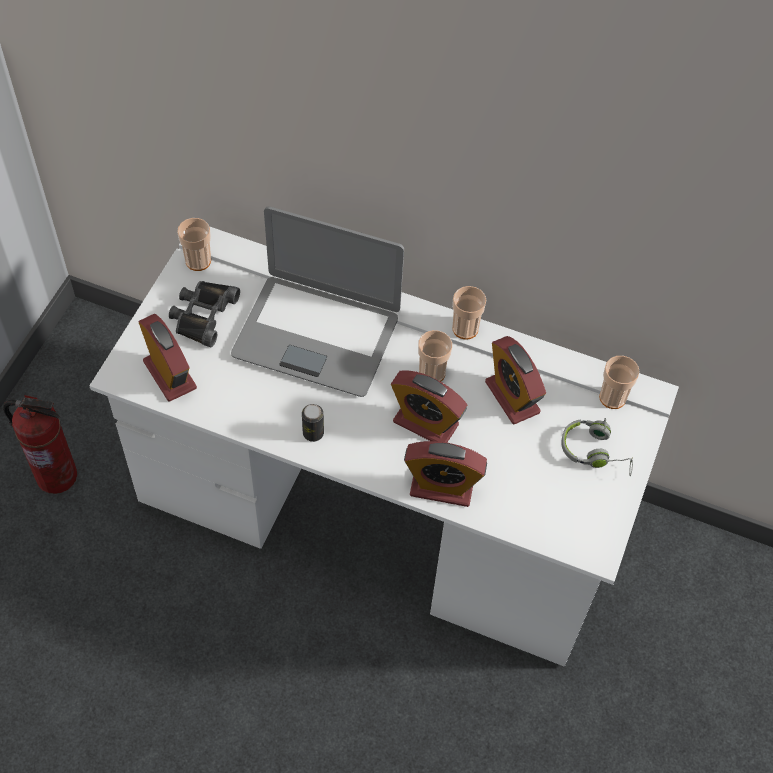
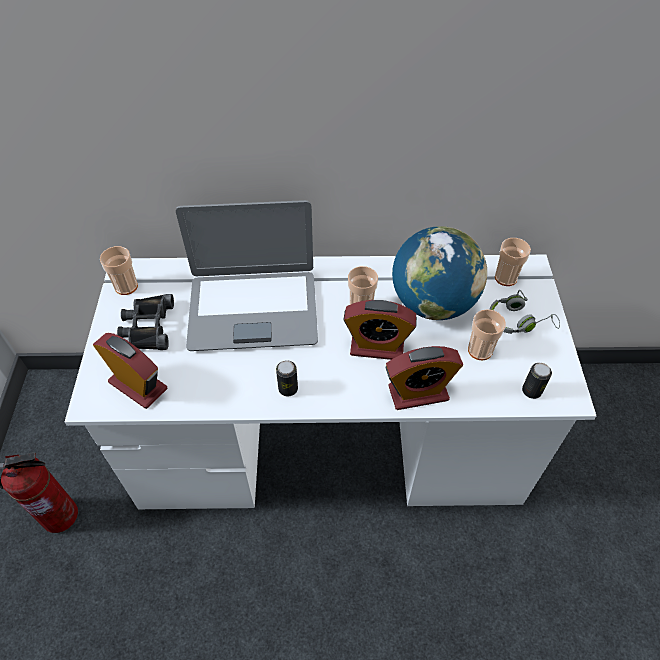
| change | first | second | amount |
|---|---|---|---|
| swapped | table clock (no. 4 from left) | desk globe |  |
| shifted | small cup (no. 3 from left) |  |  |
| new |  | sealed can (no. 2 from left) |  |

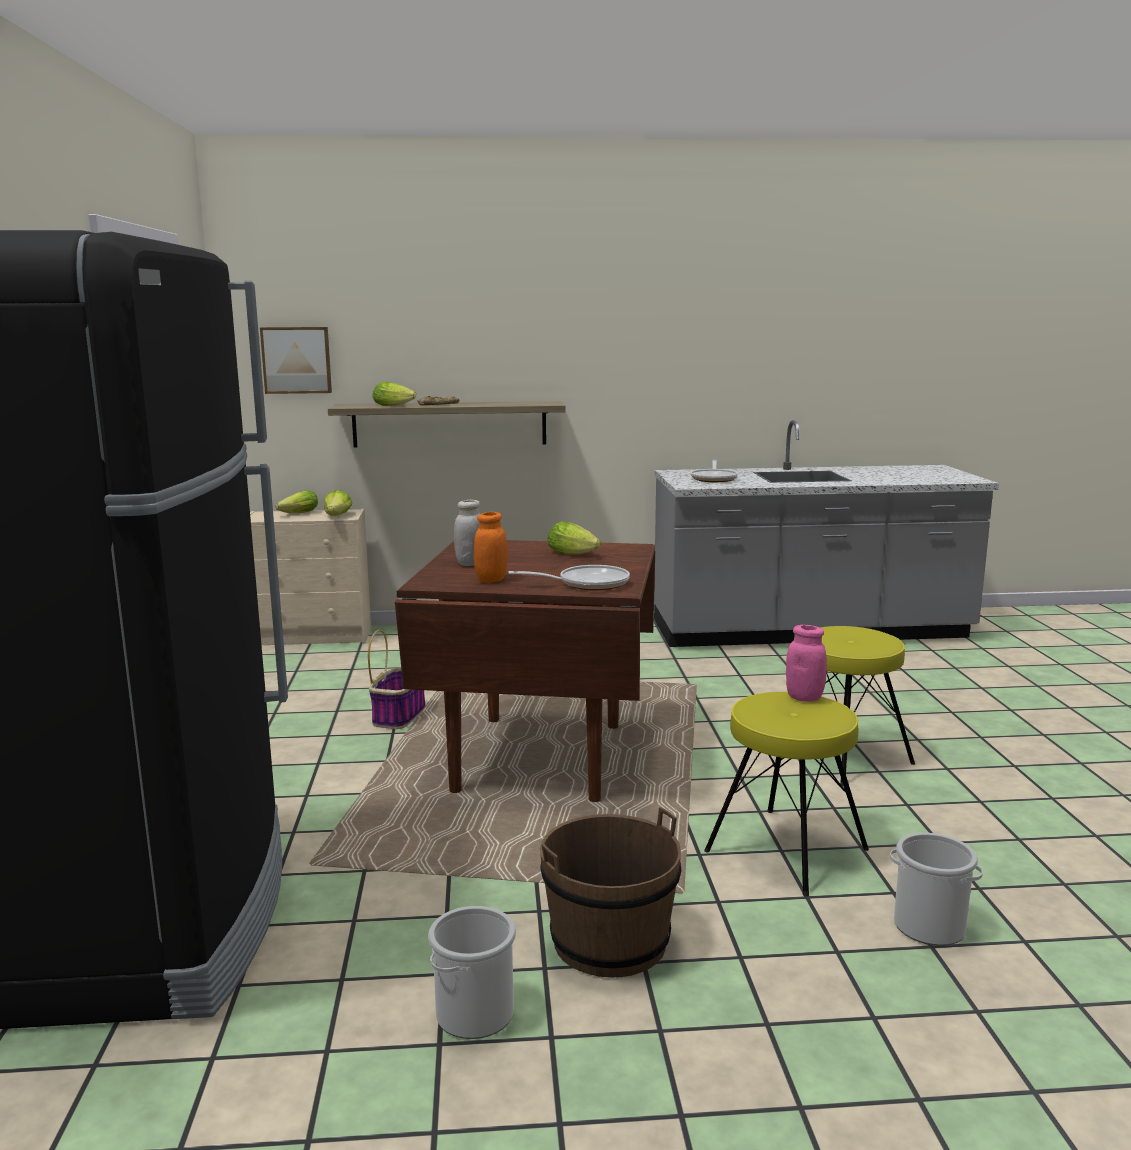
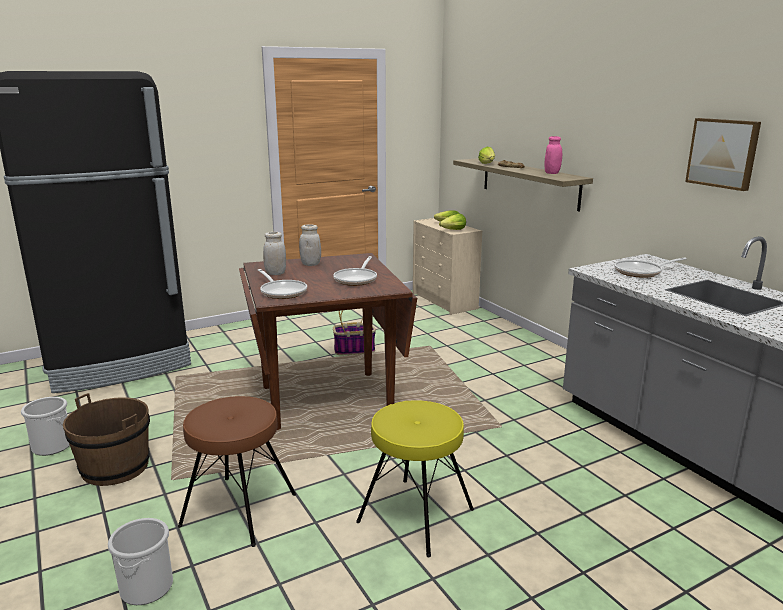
| change | first | second | amount |
|---|---|---|---|
| repainted | sitting stool in yellow (no. 1 from left) | sitting stool in brown-coloured |  |
| repainted | preserve jar in orange-coloured | preserve jar in white-coloured (no. 1 from left) |  |
| swapped | lettuce head (no. 4 from left) | skillet (no. 2 from left) |  |
| shifted | preserve jar in pink-coloured |  |  |
| shifted | wall picture |  |  |

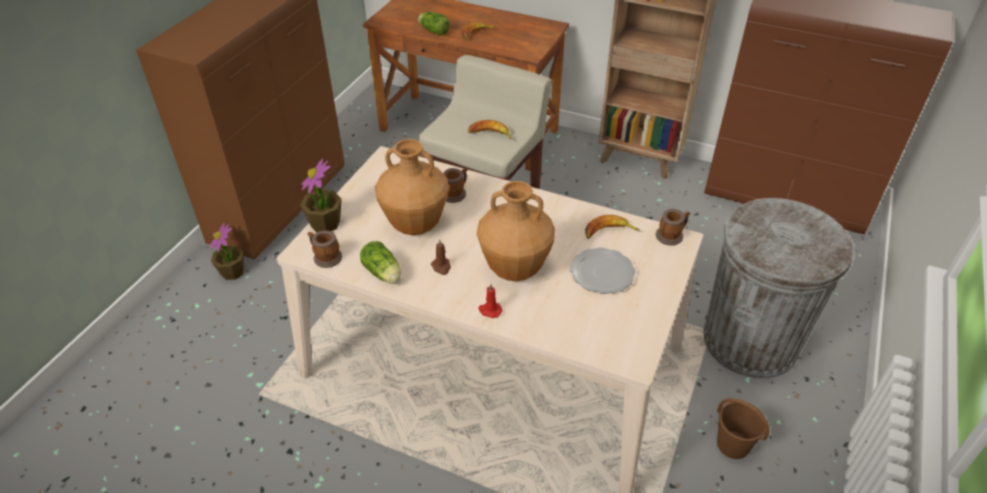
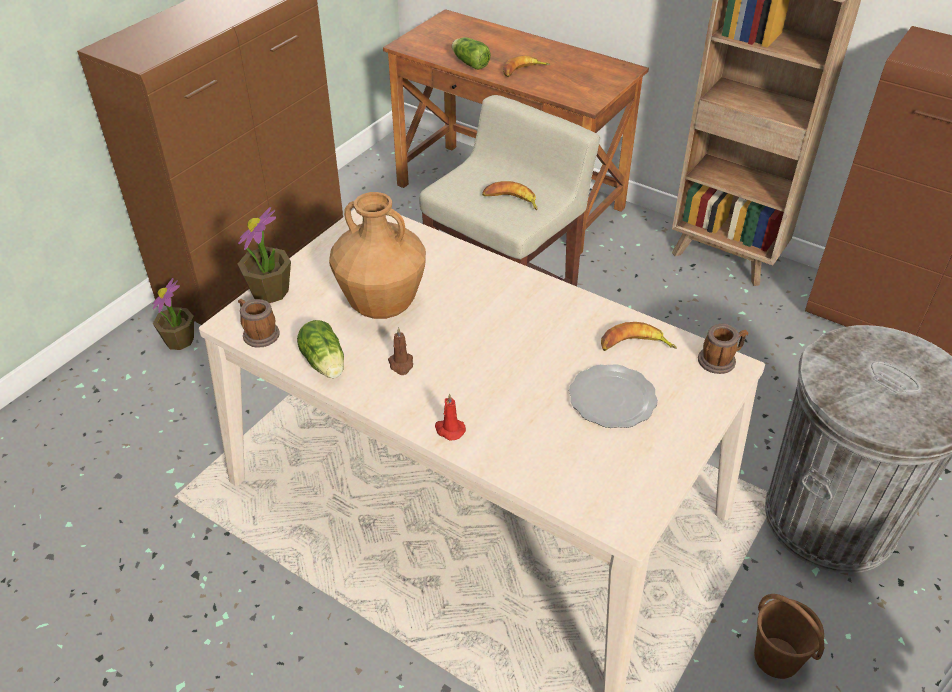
| change | first | second | amount |
|---|---|---|---|
| gone | mug (no. 2 from left) |  |  |
| gone | vase in brown-coloured (no. 2 from left) |  |  |

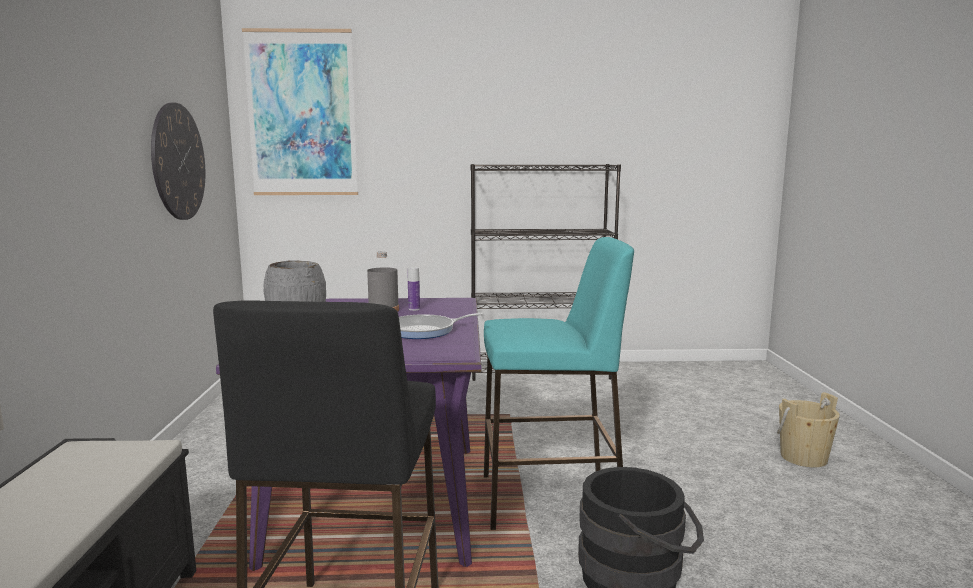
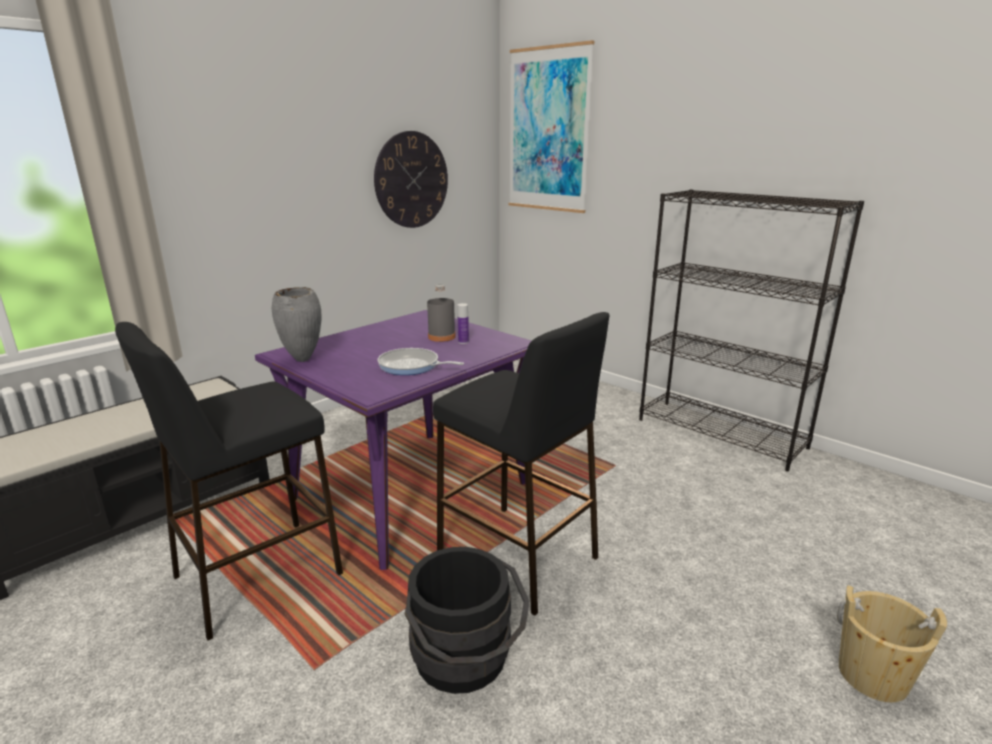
| change | first | second | amount |
|---|---|---|---|
| repainted | sitting stool in turquoise | sitting stool in blackish (no. 2 from left) |  |

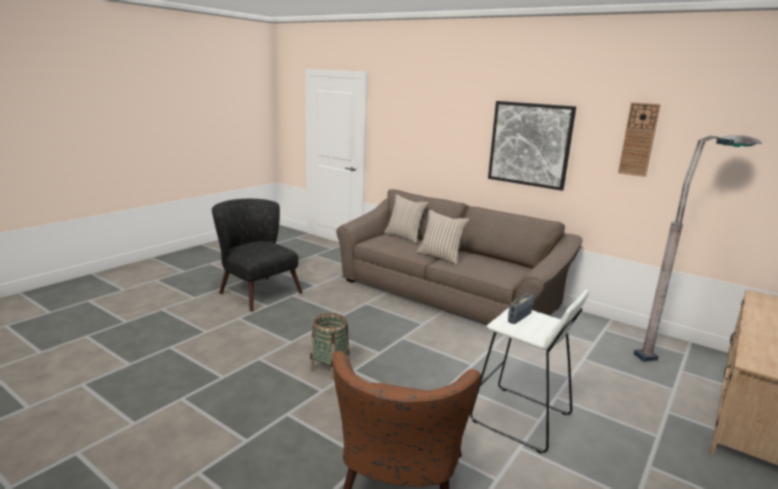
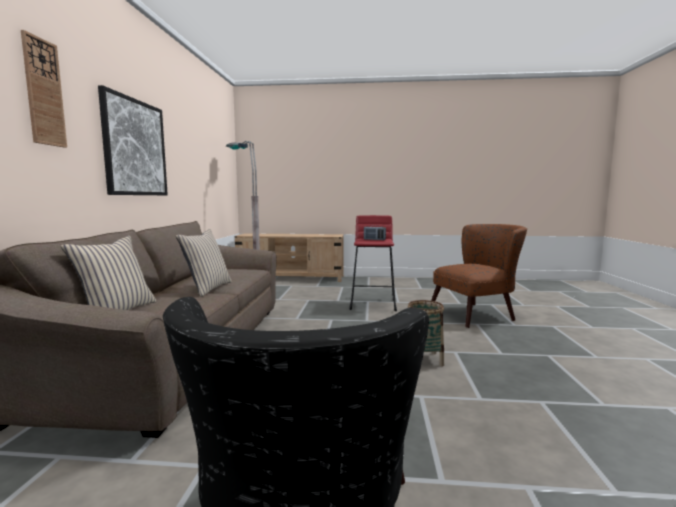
| change | first | second | amount |
|---|---|---|---|
| shifted | wall clock |  |  |
| repainted | sitting stool in white-coloured | sitting stool in reddish |  |

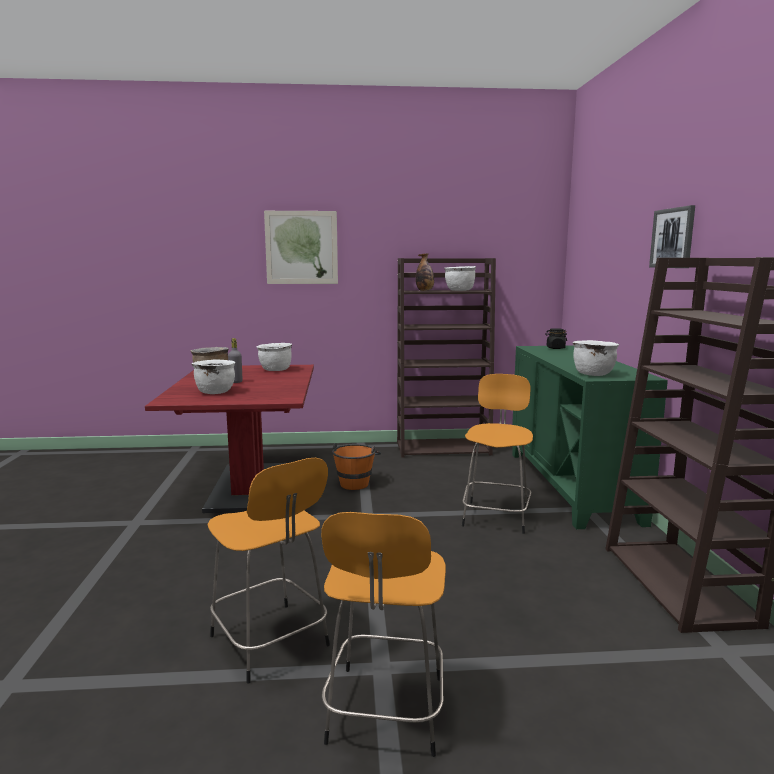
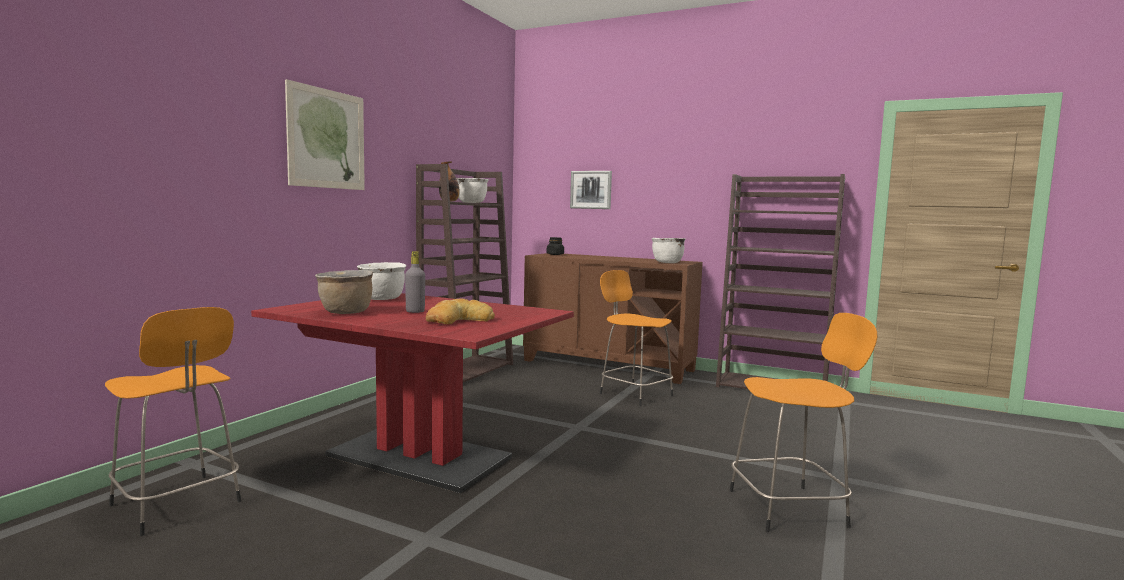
| change | first | second | amount |
|---|---|---|---|
| shifted | sitting stool in orange-coloured (no. 2 from left in the first image) | sitting stool in orange-coloured (no. 1 from left) |  |
| swapped | cooking pot in white-coloured (no. 1 from left) | baked bread |  |
| repainted | cabinet in green-coloured | cabinet in brown-coloured |  |
| shifted | wall picture (no. 2 from left) |  |  |
| gone | pail in orange-coloured |  |  |

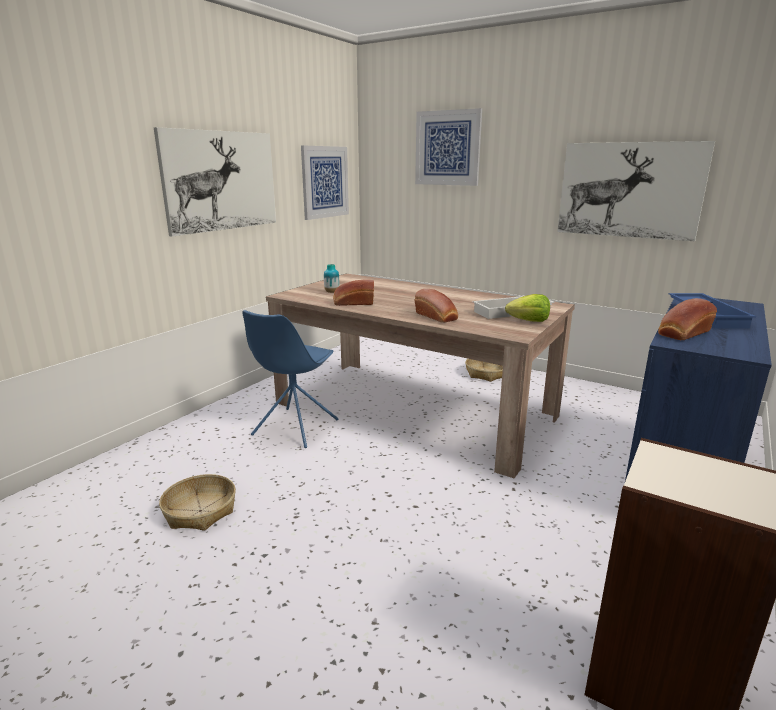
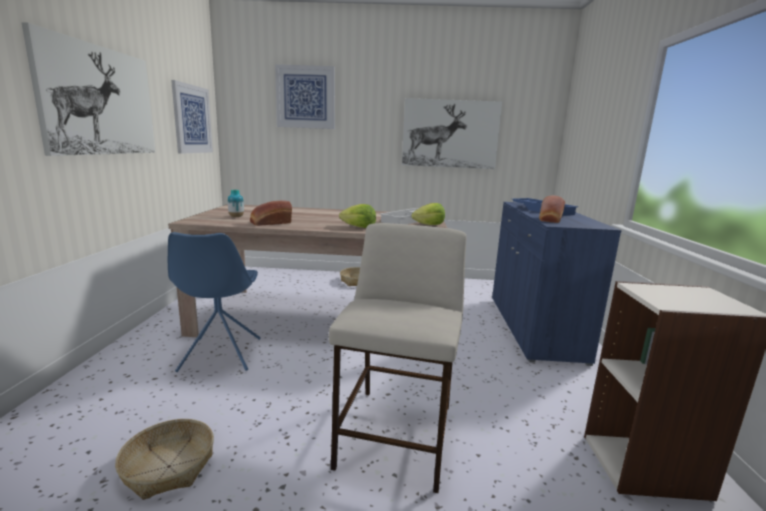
| change | first | second | amount |
|---|---|---|---|
| new |  | sitting stool in beige |  |
| swapped | baked bread (no. 2 from left) | lettuce head (no. 1 from left) |  |

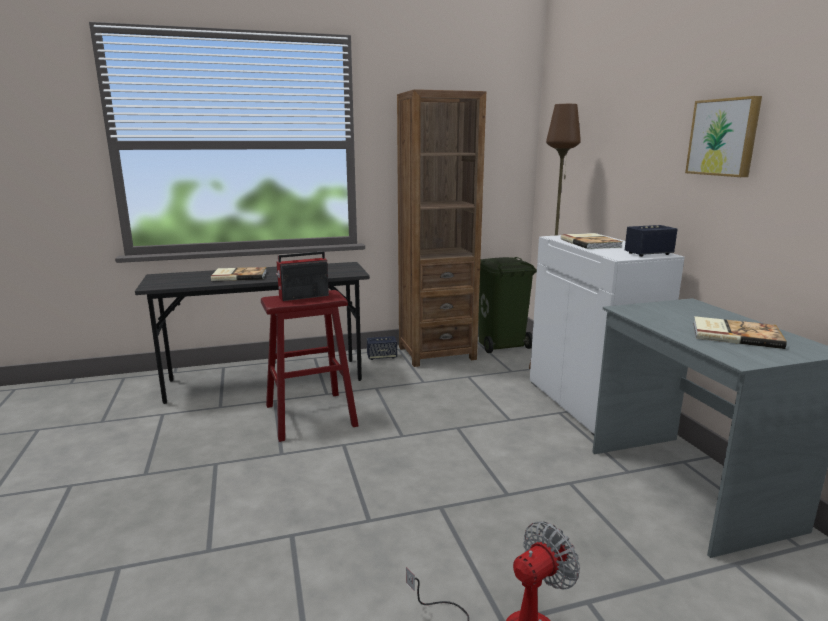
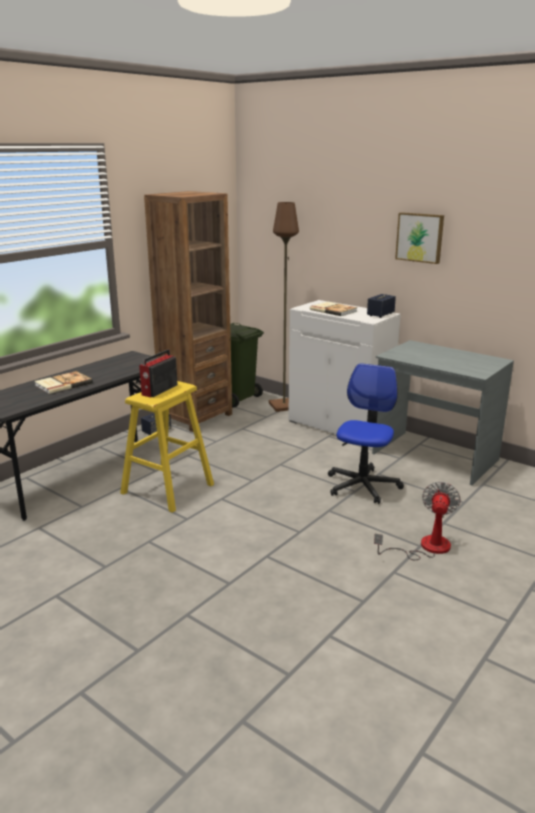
| change | first | second | amount |
|---|---|---|---|
| repainted | sitting stool in reddish | sitting stool in yellow |  |
| new |  | office chair |  |
| gone | volume (no. 3 from left) |  |  |

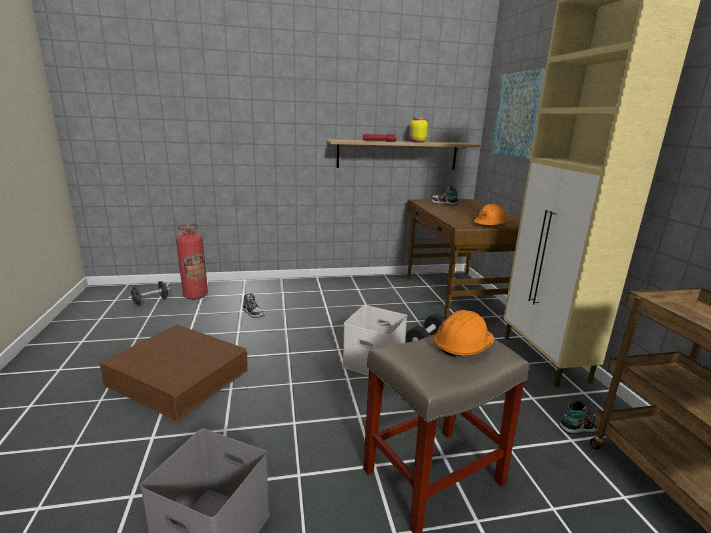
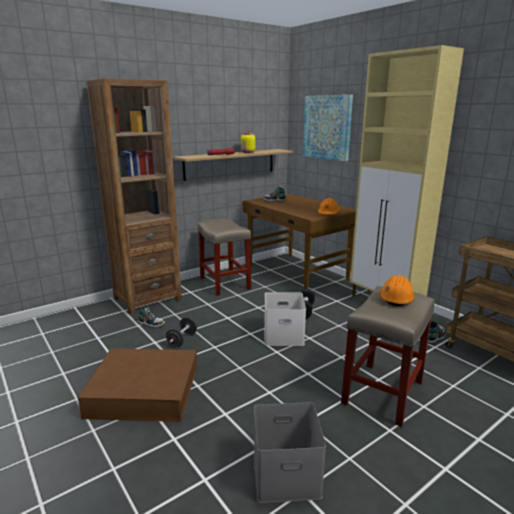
| change | first | second | amount |
|---|---|---|---|
| new |  | shelving unit in brown-coloured |  |
| shifted | hand weight in blackish (no. 1 from left) |  |  |
| new |  | sitting stool in beige (no. 1 from left) |  |
| gone | fire extinguisher |  |  |

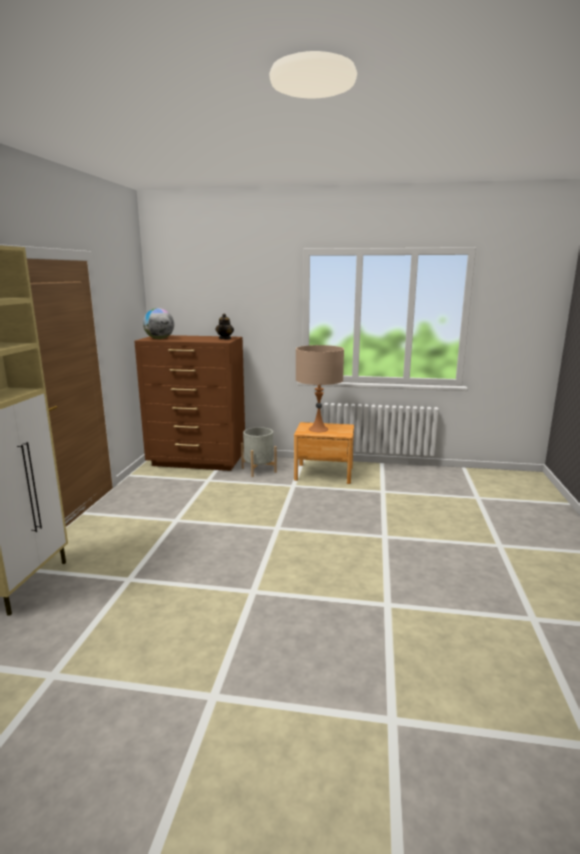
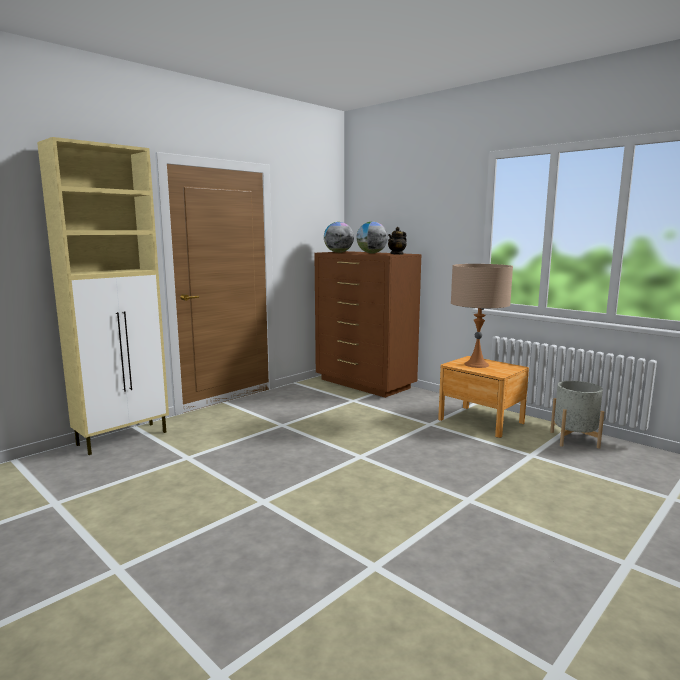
| change | first | second | amount |
|---|---|---|---|
| new |  | desk globe (no. 2 from left) |  |
| shifted | flower pot in grey |  |  |

